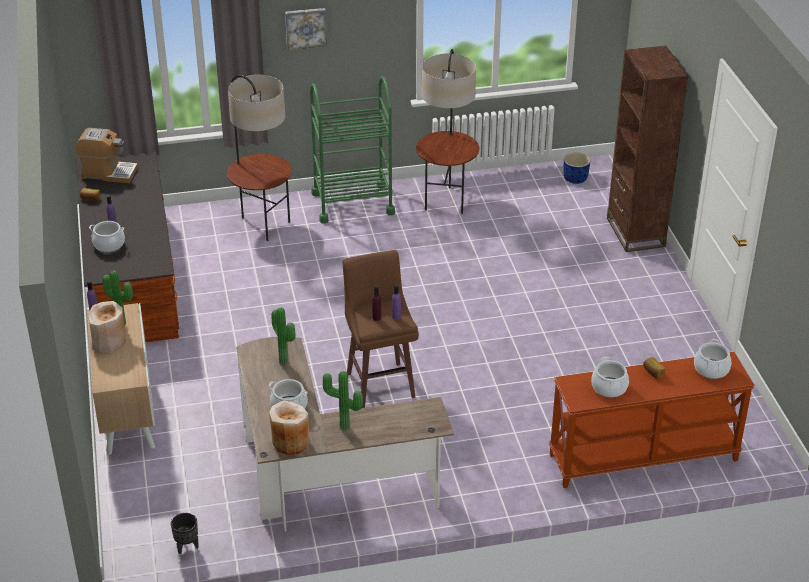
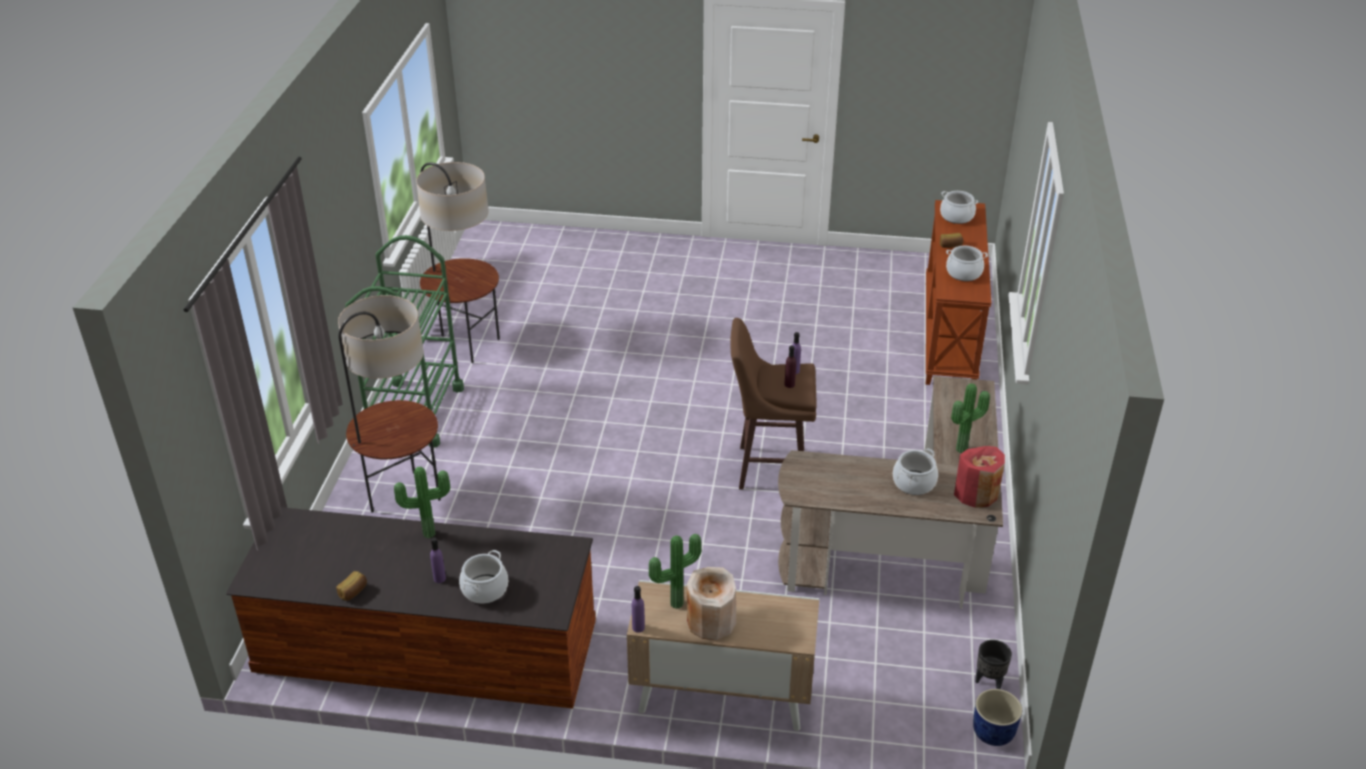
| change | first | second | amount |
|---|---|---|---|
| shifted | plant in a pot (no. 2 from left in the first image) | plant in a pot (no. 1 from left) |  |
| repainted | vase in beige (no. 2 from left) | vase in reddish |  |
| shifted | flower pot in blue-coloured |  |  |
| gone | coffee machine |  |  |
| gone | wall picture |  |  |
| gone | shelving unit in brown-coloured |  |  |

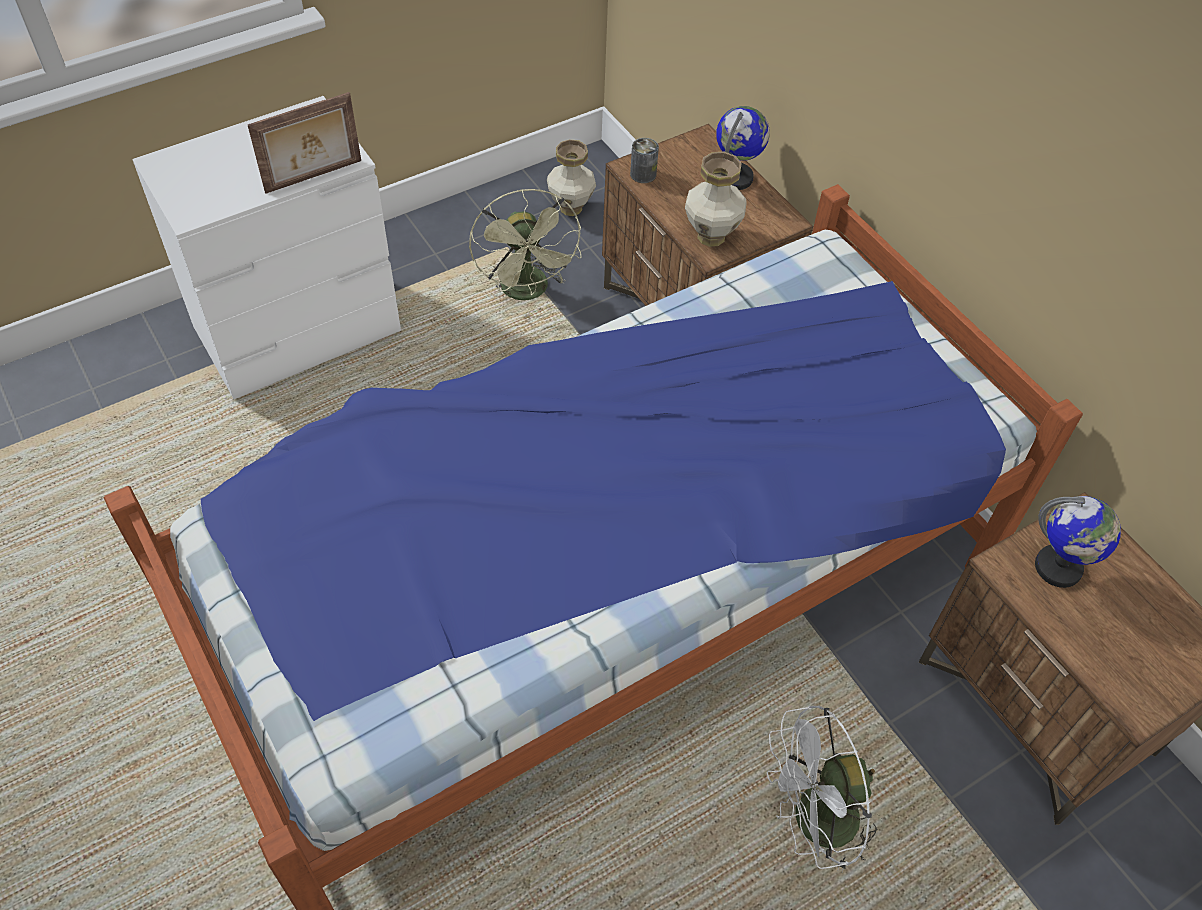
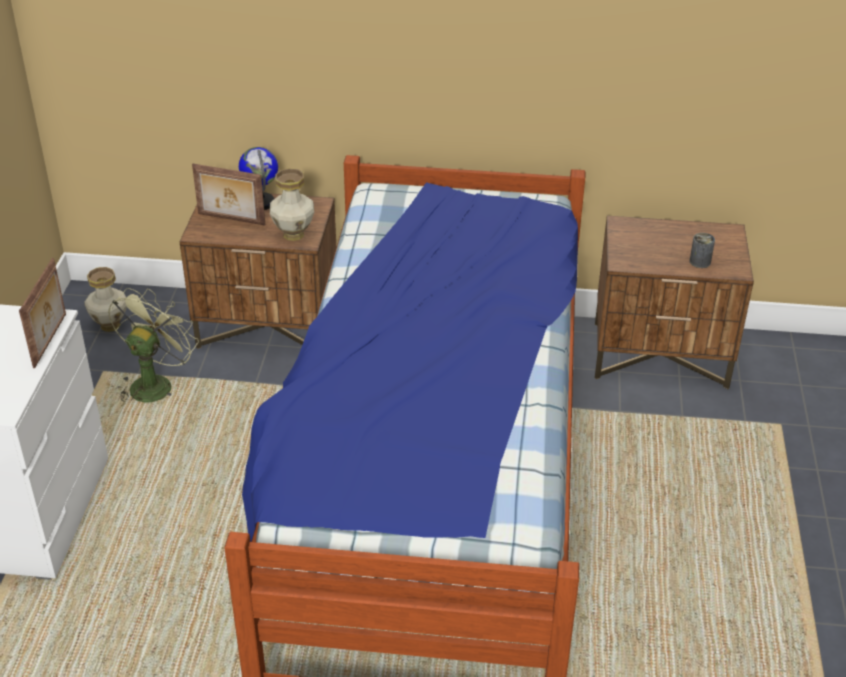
| change | first | second | amount |
|---|---|---|---|
| rotated | electric fan in green-coloured |  | 90 degrees counterclockwise |
| new |  | picture frame (no. 2 from left) |  |
| shifted | sealed can |  |  |
| gone | electric fan in white-coloured |  |  |
| gone | desk globe (no. 2 from left) |  |  |

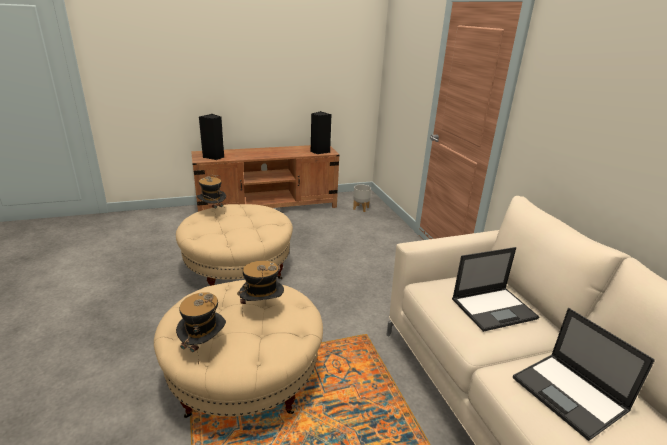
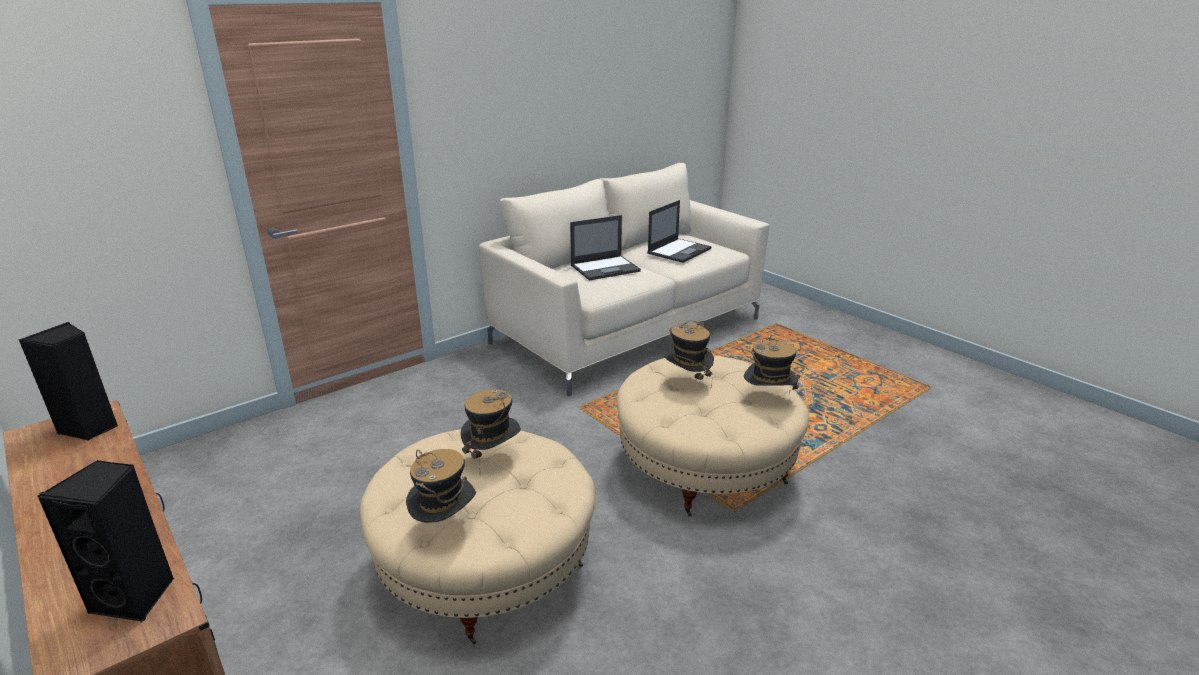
| change | first | second | amount |
|---|---|---|---|
| new |  | clothing hat (no. 2 from left) |  |
| rotated | laptop (no. 1 from left) |  | 105 degrees clockwise |
| gone | flower pot in grey |  |  |

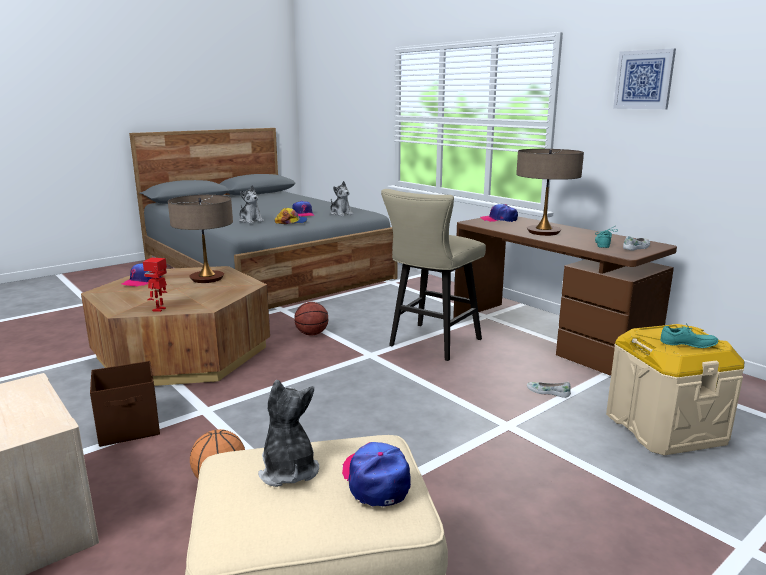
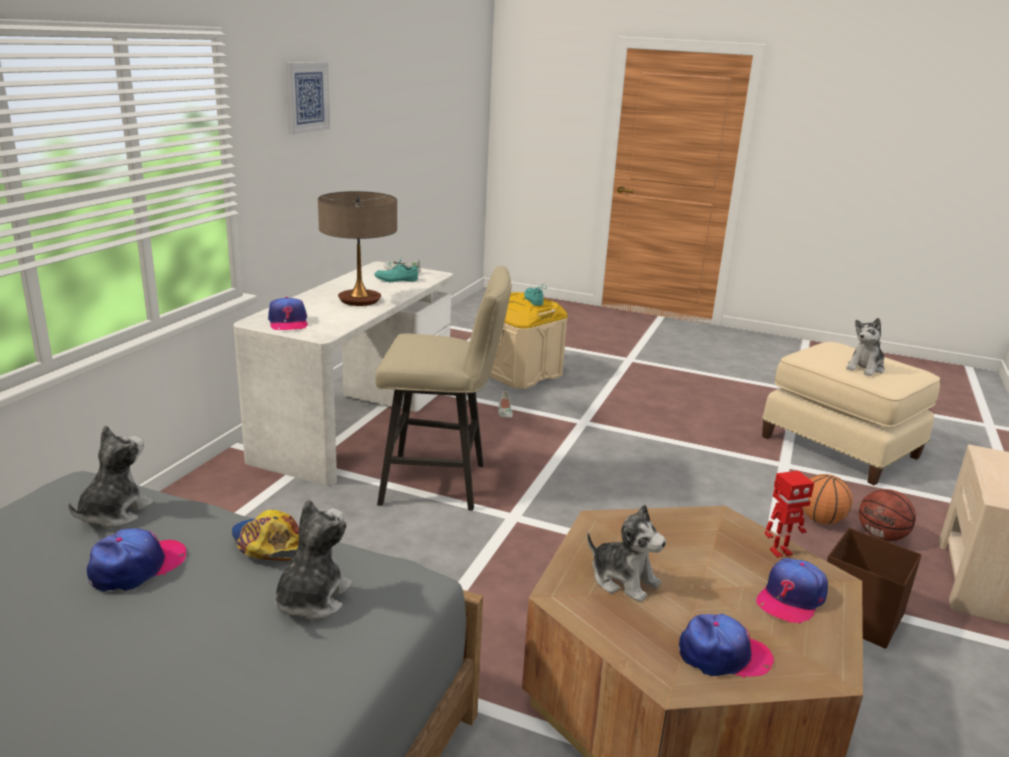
| change | first | second | amount |
|---|---|---|---|
| repainted | desk in brown-coloured | desk in white-coloured |  |
| swapped | table lamp (no. 1 from left) | plush toy (no. 3 from left) |  |
| shifted | peaked cap (no. 4 from left in the first image) | peaked cap (no. 5 from left) |  |
| shifted | basketball (no. 2 from left) |  |  |

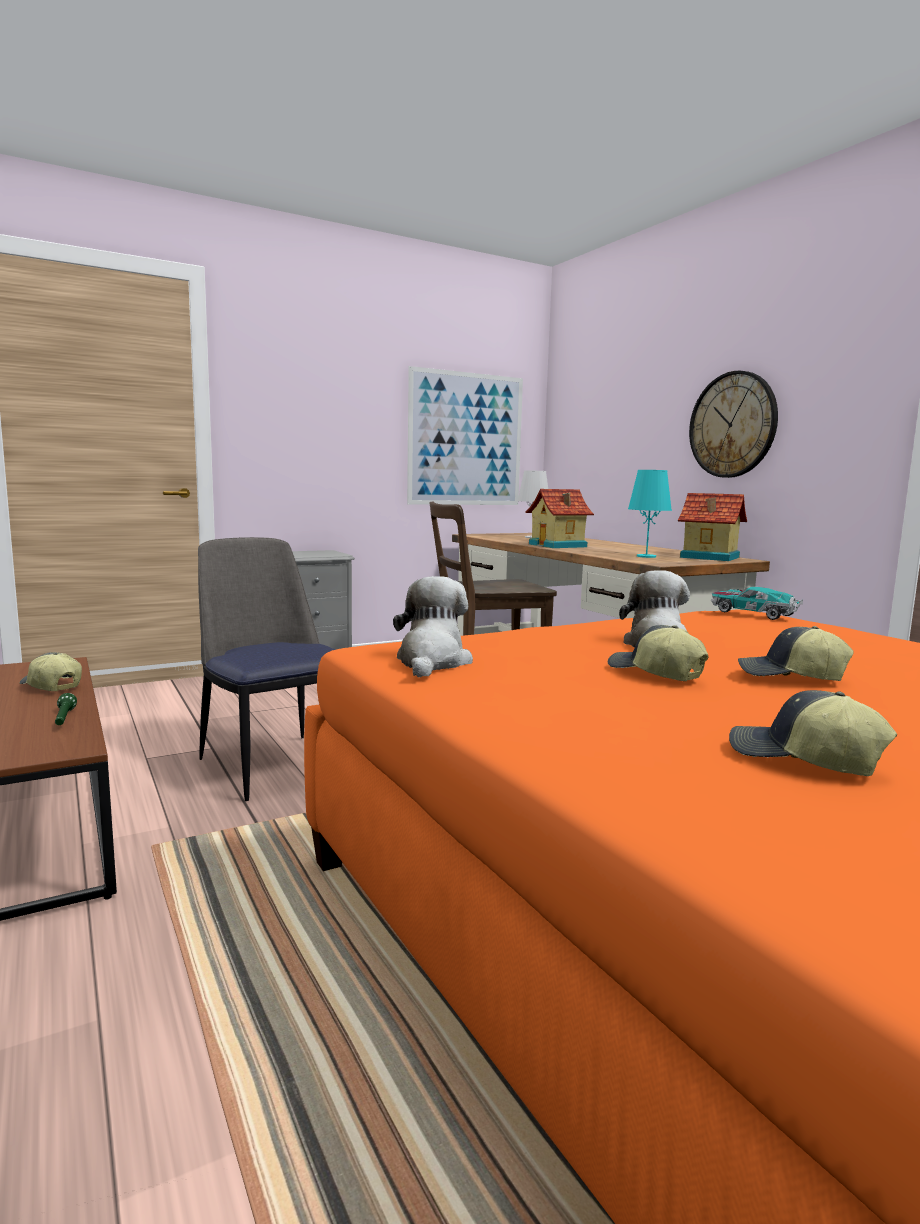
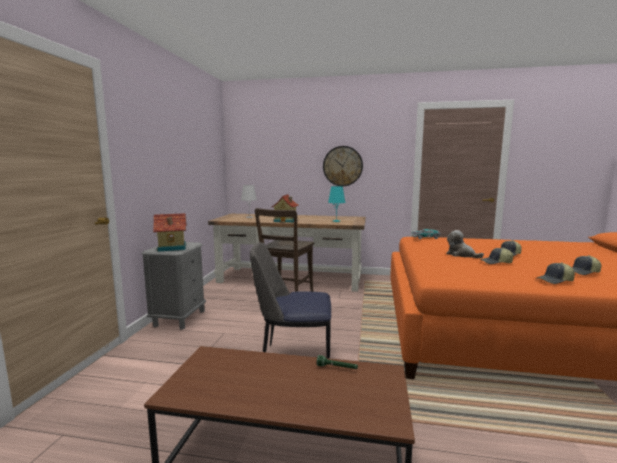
| change | first | second | amount |
|---|---|---|---|
| shifted | toy house (no. 2 from left in the first image) | toy house (no. 1 from left) |  |
| shifted | peaked cap (no. 1 from left in the first image) | peaked cap (no. 3 from left) |  |
| gone | plush toy (no. 1 from left) |  |  |
| gone | wall picture |  |  |

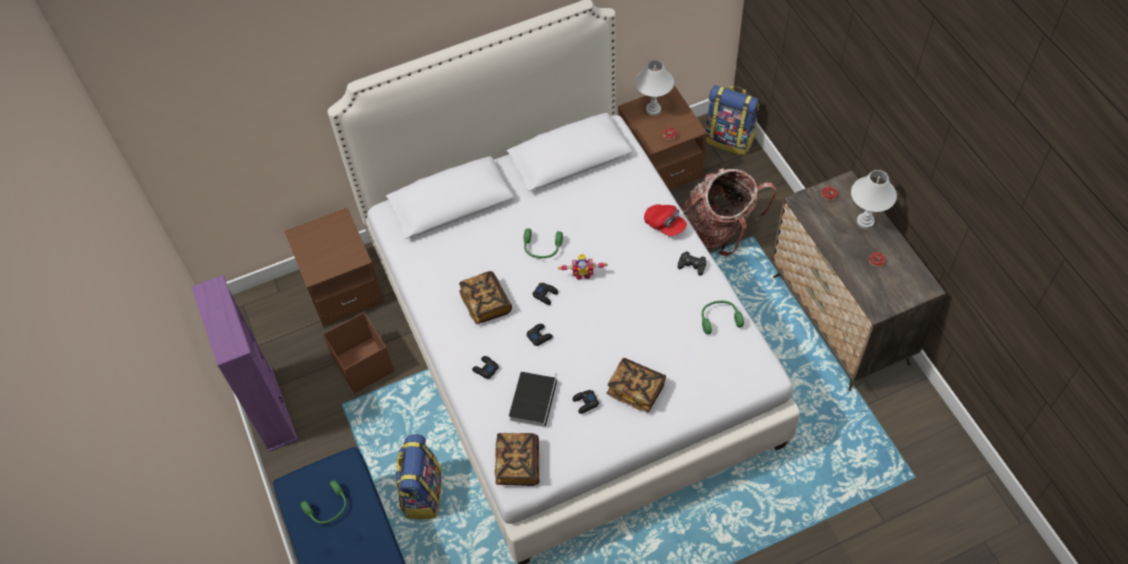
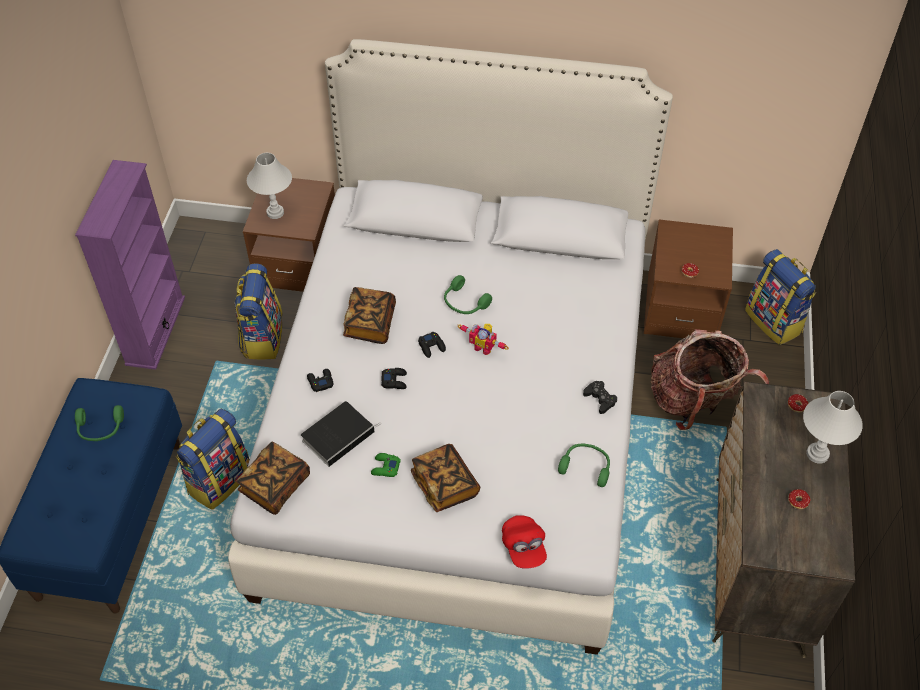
| change | first | second | amount |
|---|---|---|---|
| swapped | storage bin in brown-coloured | knapsack (no. 2 from left) |  |
| shifted | table lamp in white-coloured (no. 1 from left) |  |  |
| repainted | joypad in blackish (no. 4 from left) | joypad in green-coloured |  |
| shifted | peaked cap in reddish |  |  |

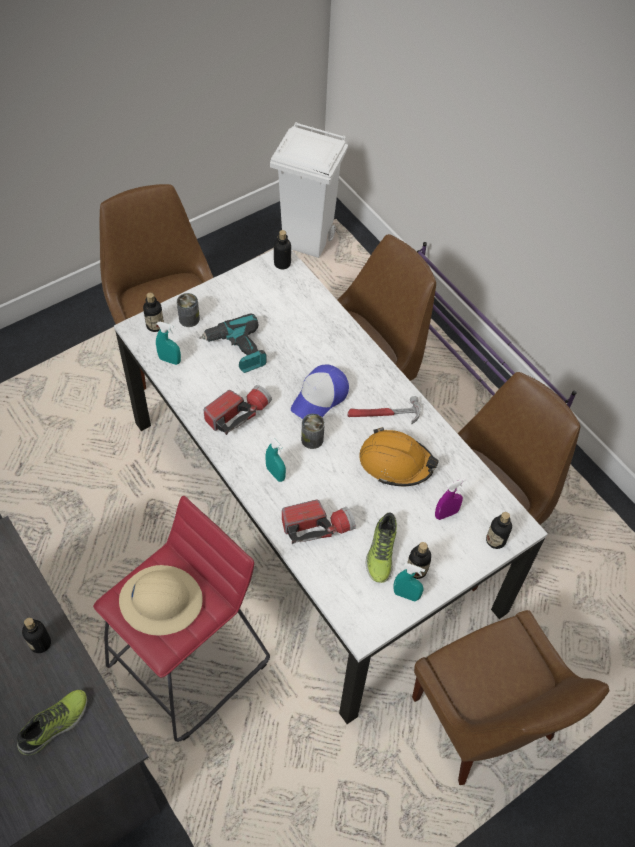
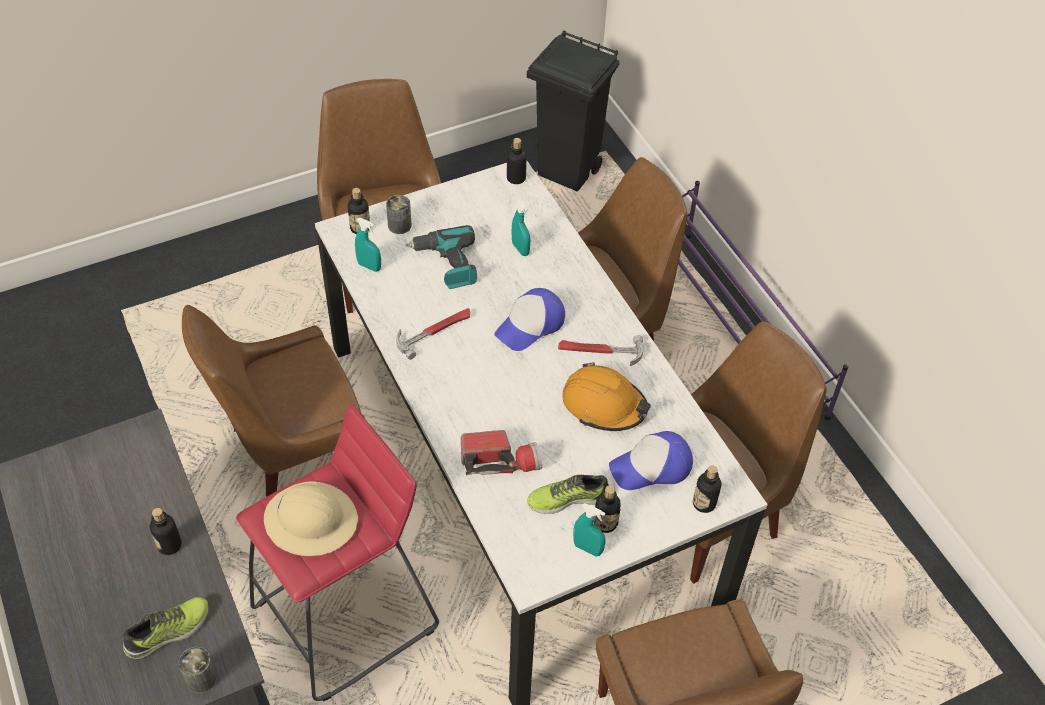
| change | first | second | amount |
|---|---|---|---|
| shifted | sealed can (no. 2 from left in the first image) | sealed can (no. 1 from left) |  |
| new |  | upright chair in brown-coloured (no. 1 from left) |  |
| swapped | flashlight (no. 1 from left) | tool hammer (no. 1 from left) |  |
| shifted | spray bottle in turquoise (no. 2 from left) |  |  |
| repainted | rubbish bin in white-coloured | rubbish bin in blackish |  |
| rotated | shoe (no. 2 from left) |  | 60 degrees clockwise |
| swapped | spray bottle in purple | peaked cap (no. 2 from left) |  |

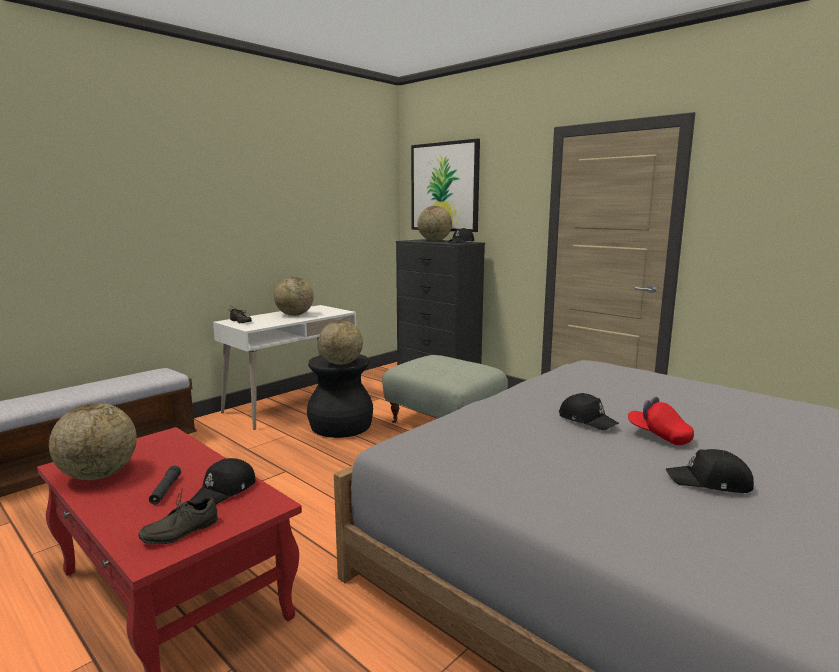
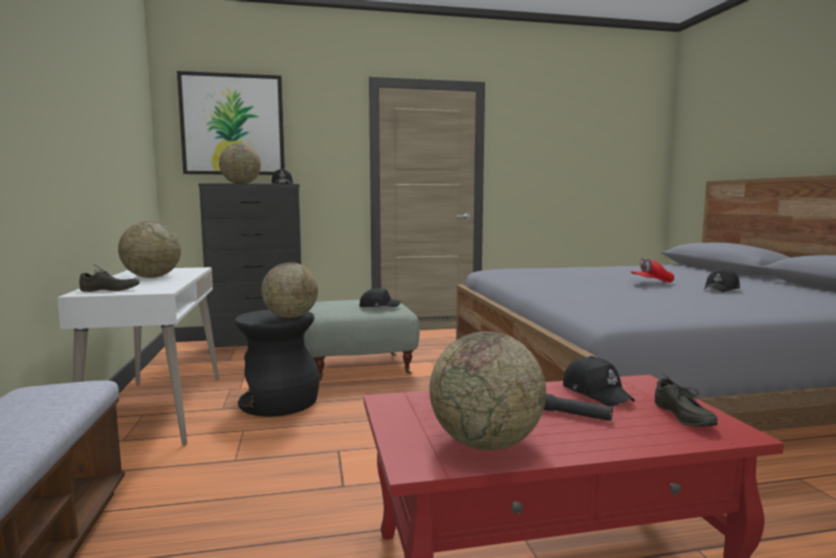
| change | first | second | amount |
|---|---|---|---|
| shifted | peaked cap in blackish (no. 3 from left in the first image) | peaked cap in blackish (no. 2 from left) |  |

